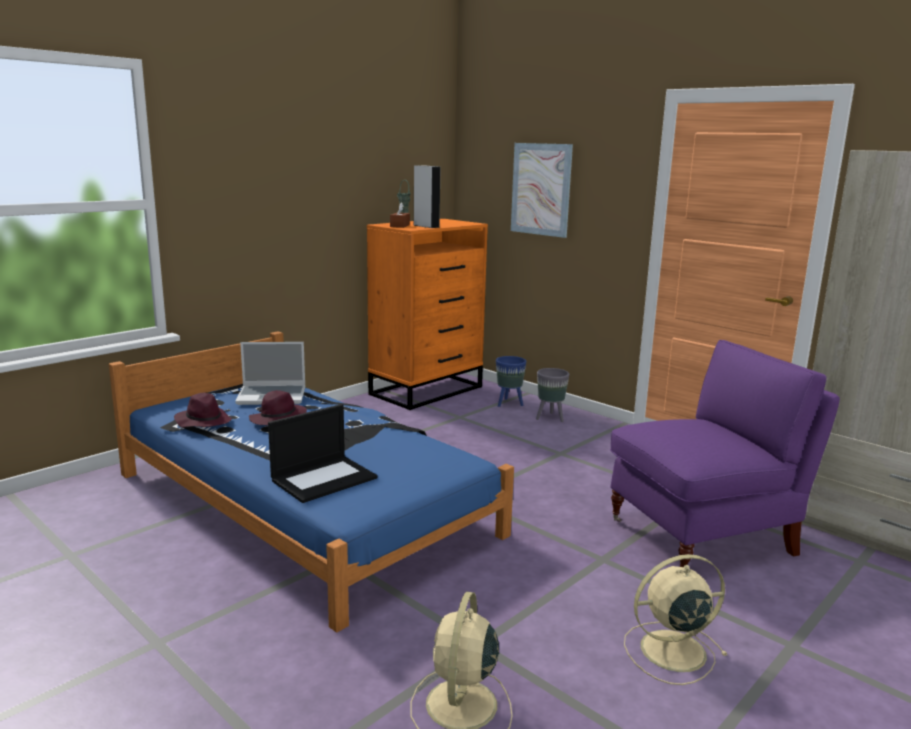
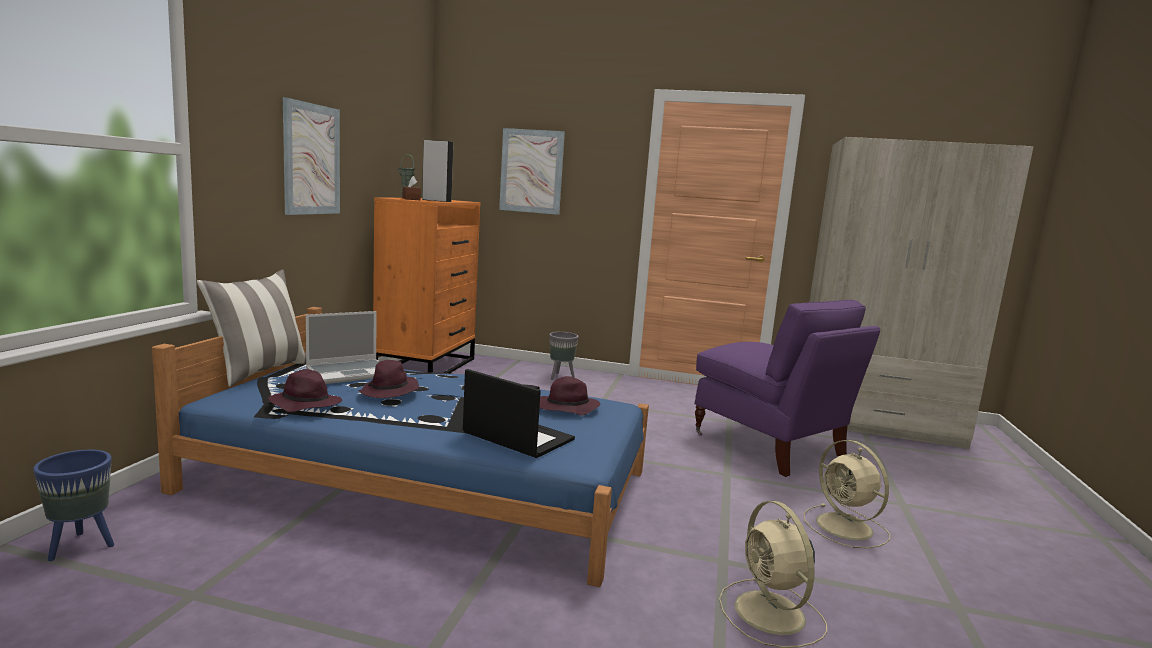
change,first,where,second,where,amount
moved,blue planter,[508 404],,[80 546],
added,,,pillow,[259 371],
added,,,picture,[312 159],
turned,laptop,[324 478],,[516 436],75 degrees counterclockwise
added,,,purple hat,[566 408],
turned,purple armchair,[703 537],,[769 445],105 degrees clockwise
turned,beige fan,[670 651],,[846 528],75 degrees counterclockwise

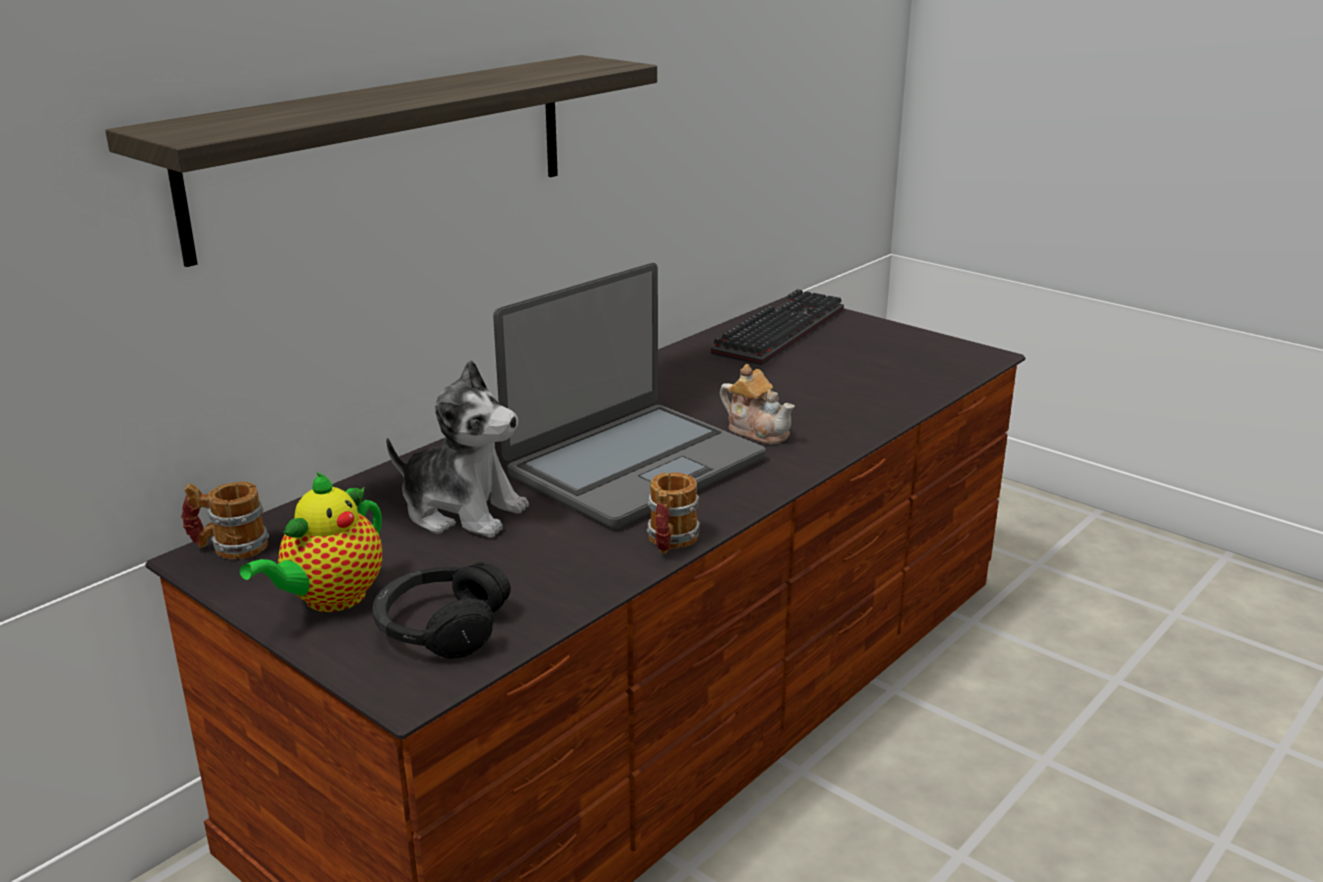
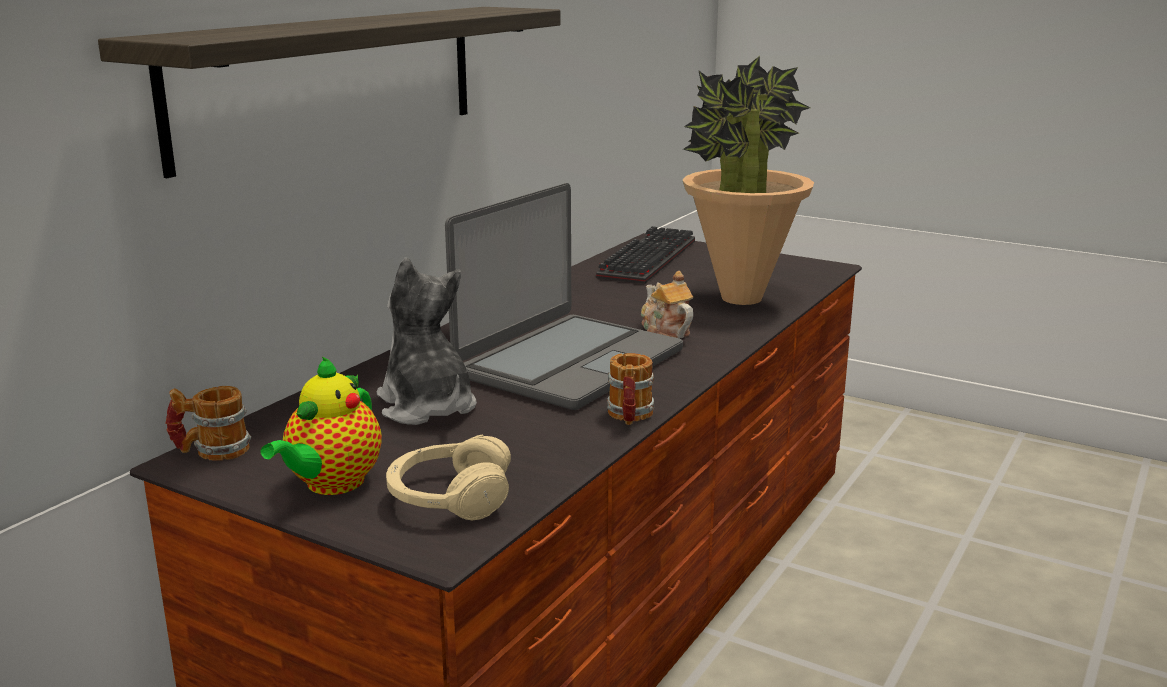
change,first,where,second,where,amount
turned,plush toy,[462 511],,[427 407],135 degrees counterclockwise
recoloured,black headphones,[441 628],beige headphones,[449 498],
turned,teapot,[757 431],,[665 330],150 degrees counterclockwise
added,,,potted plant,[741 299],

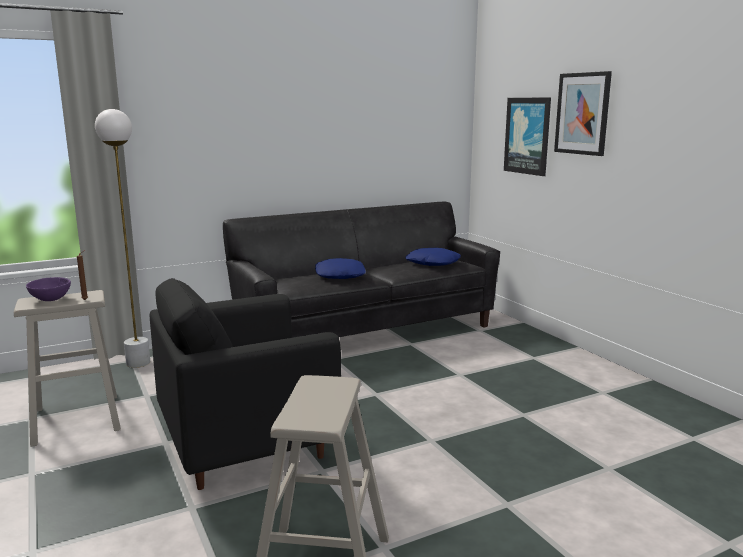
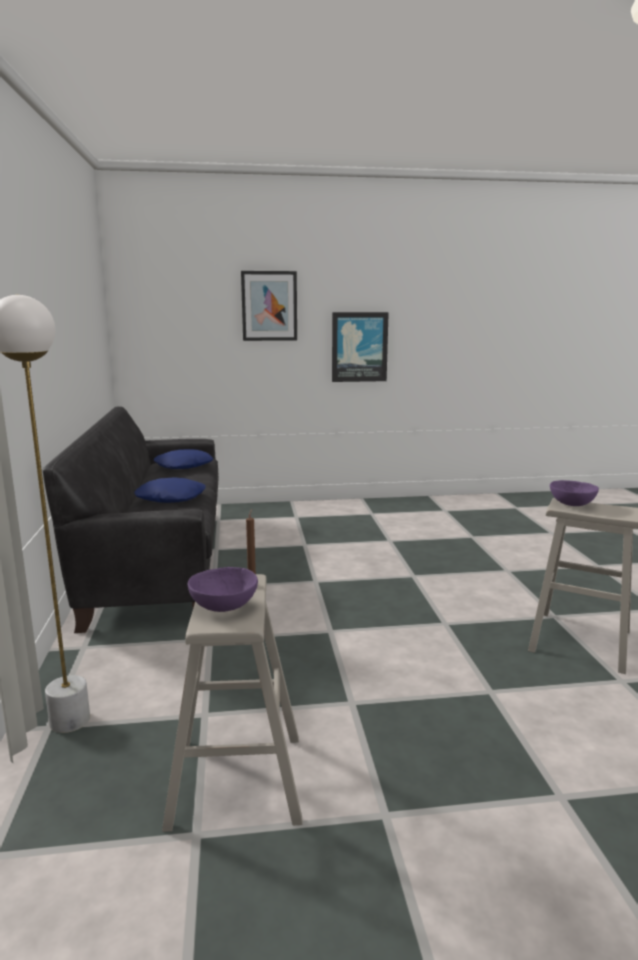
change,first,where,second,where,amount
moved,picture,[527 136],,[359 347],
added,,,purple bowl,[571 504],
removed,black armchair,[246 447],,,

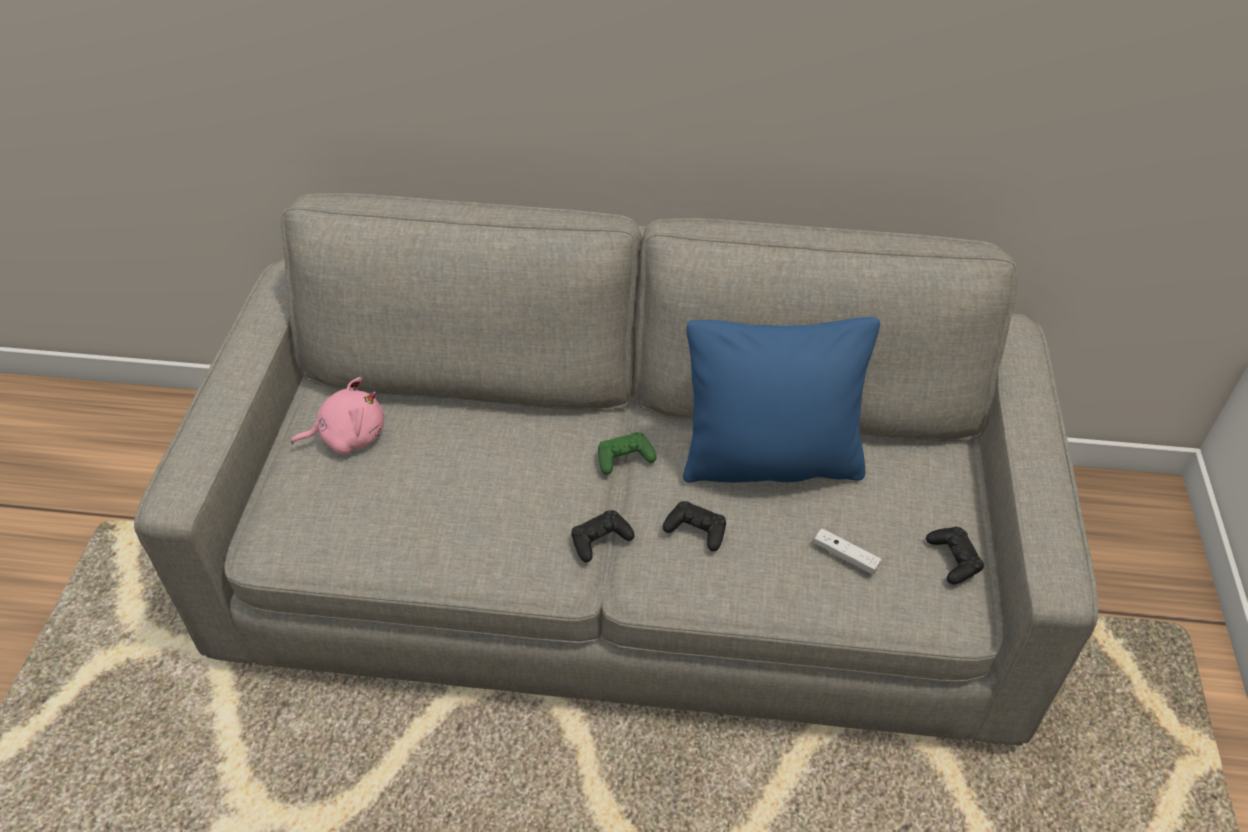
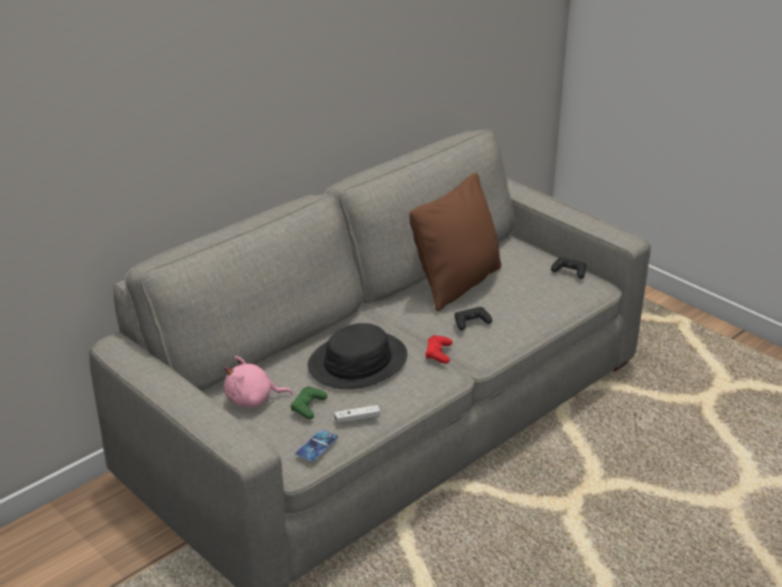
change,first,where,second,where,amount
turned,pink plush toy,[348 436],,[253 400],120 degrees counterclockwise
moved,green game controller,[624 457],,[308 406],
added,,,phone,[317 446],
added,,,black hat,[358 362],
moved,white game controller,[845 556],,[357 418],
recoloured,blue pillow,[770 461],brown pillow,[457 284],
recoloured,black game controller,[600 540],red game controller,[438 353],

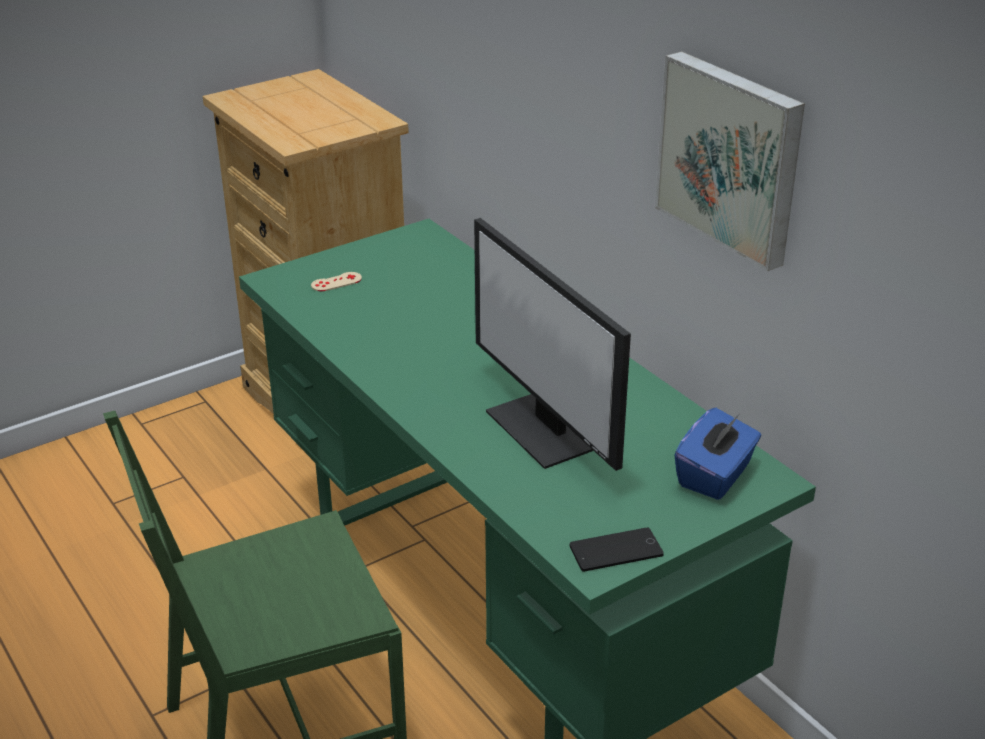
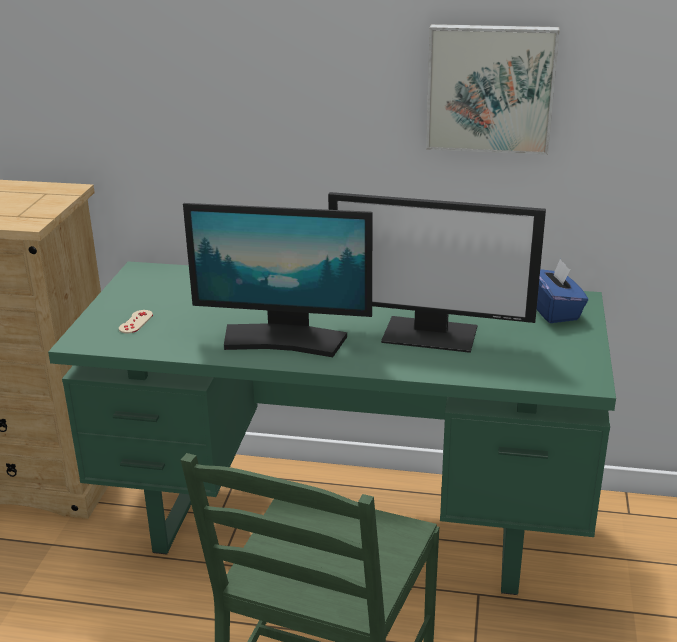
change,first,where,second,where,amount
added,,,monitor,[284 339],
removed,phone,[616 551],,,

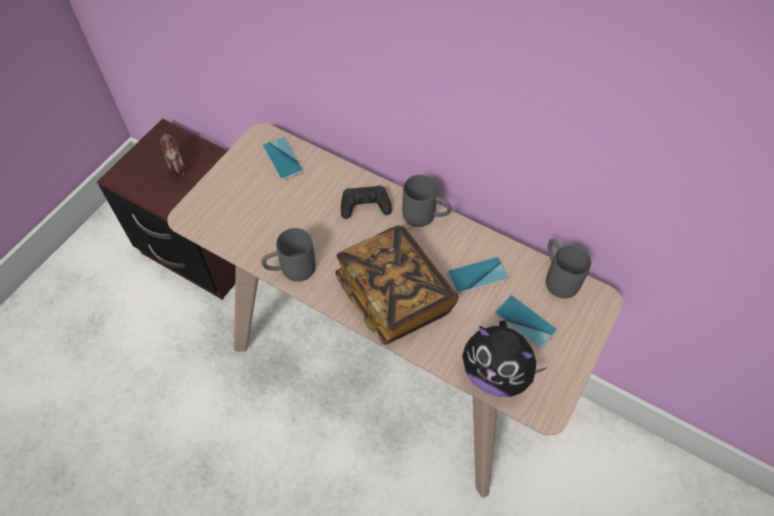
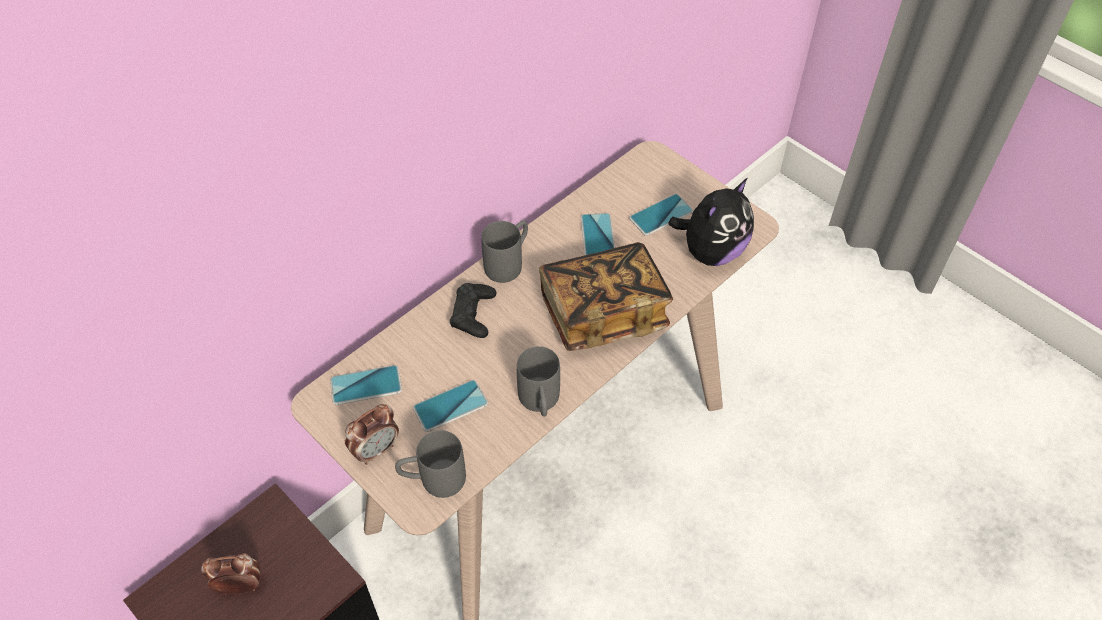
change,first,where,second,where,amount
added,,,alarm clock,[376 450],
moved,grey mug,[557 277],,[433 480],
added,,,phone,[450 406],

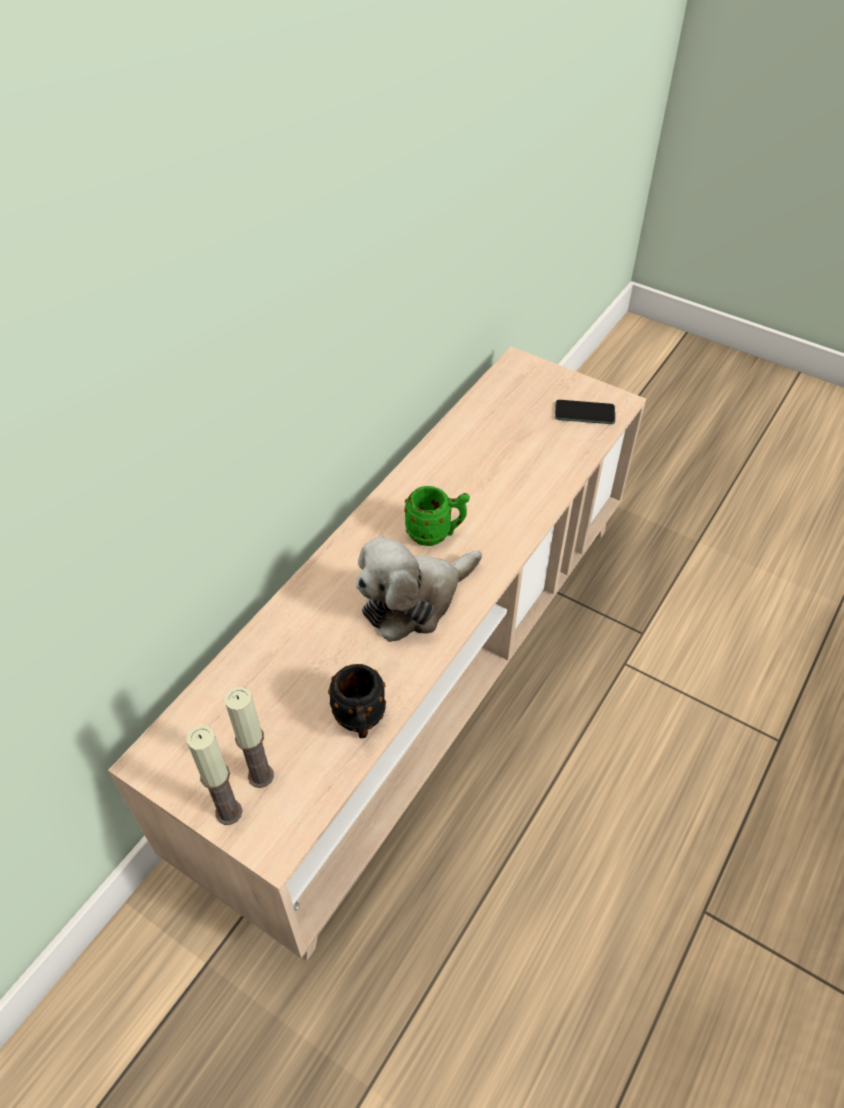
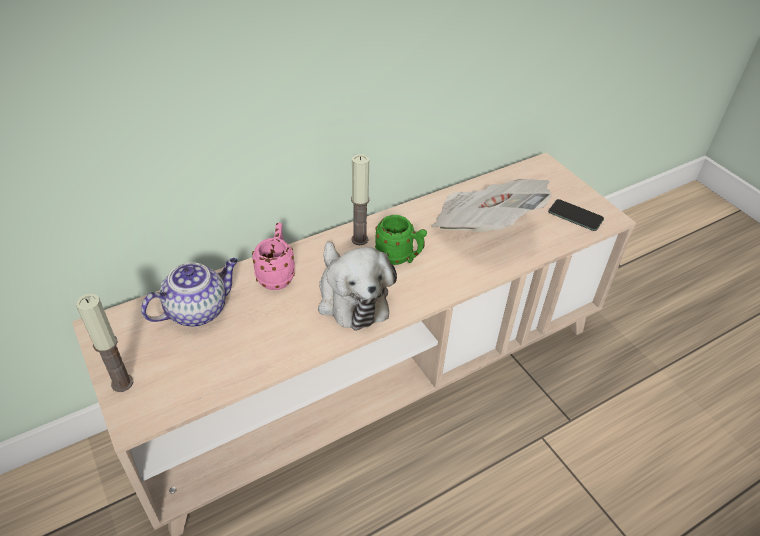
change,first,where,second,where,amount
added,,,teapot,[198 310],
added,,,pink mug,[277 275],
turned,plush toy,[414 600],,[351 296],105 degrees counterclockwise
moved,candle,[261 776],,[359 239],
added,,,newspaper,[483 226],
removed,black mug,[360 722],,,

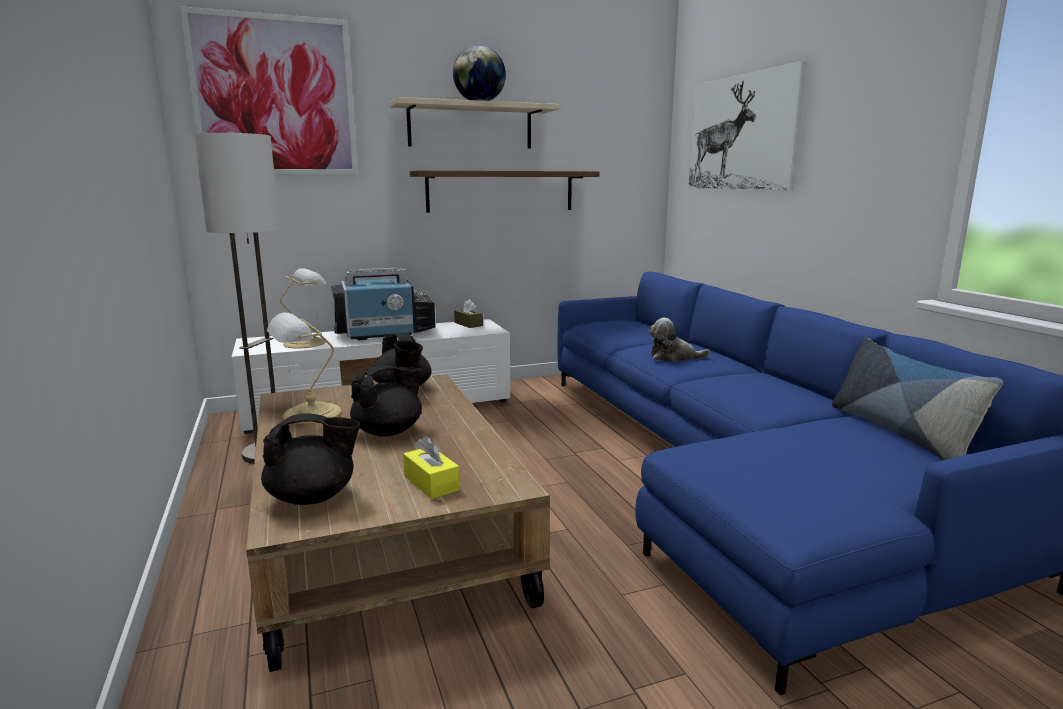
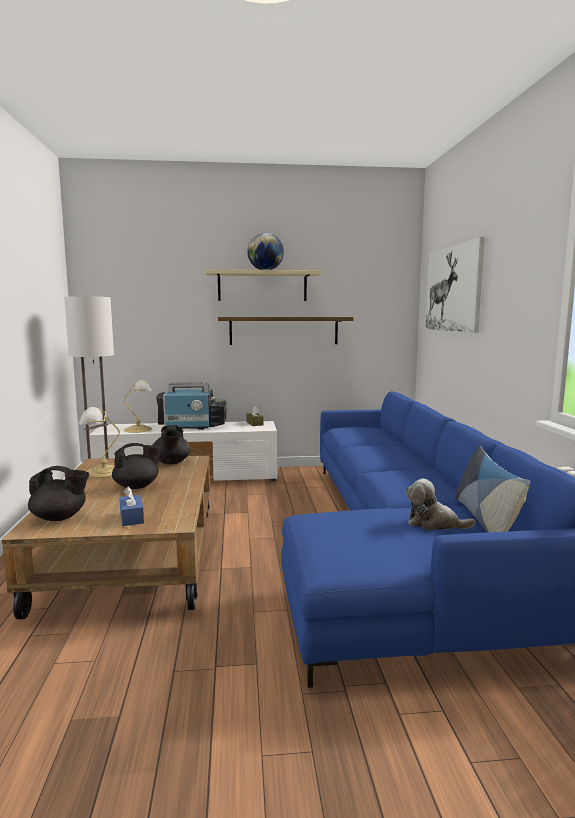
change,first,where,second,where,amount
recoloured,yellow tissue box,[431 483],blue tissue box,[131 517],
moved,plush toy,[673 357],,[434 523],
removed,picture,[275 97],,,

